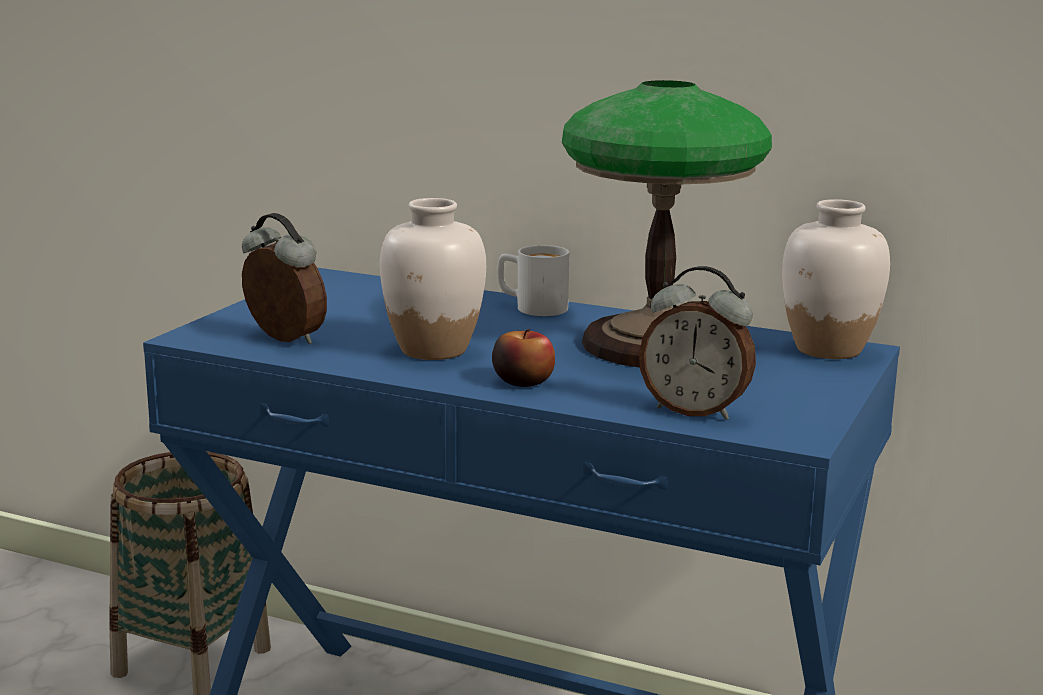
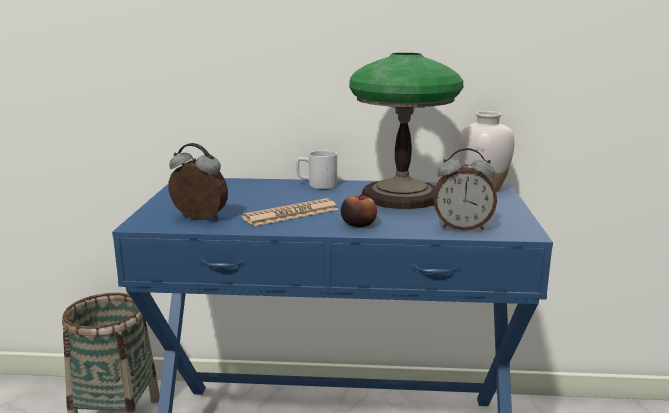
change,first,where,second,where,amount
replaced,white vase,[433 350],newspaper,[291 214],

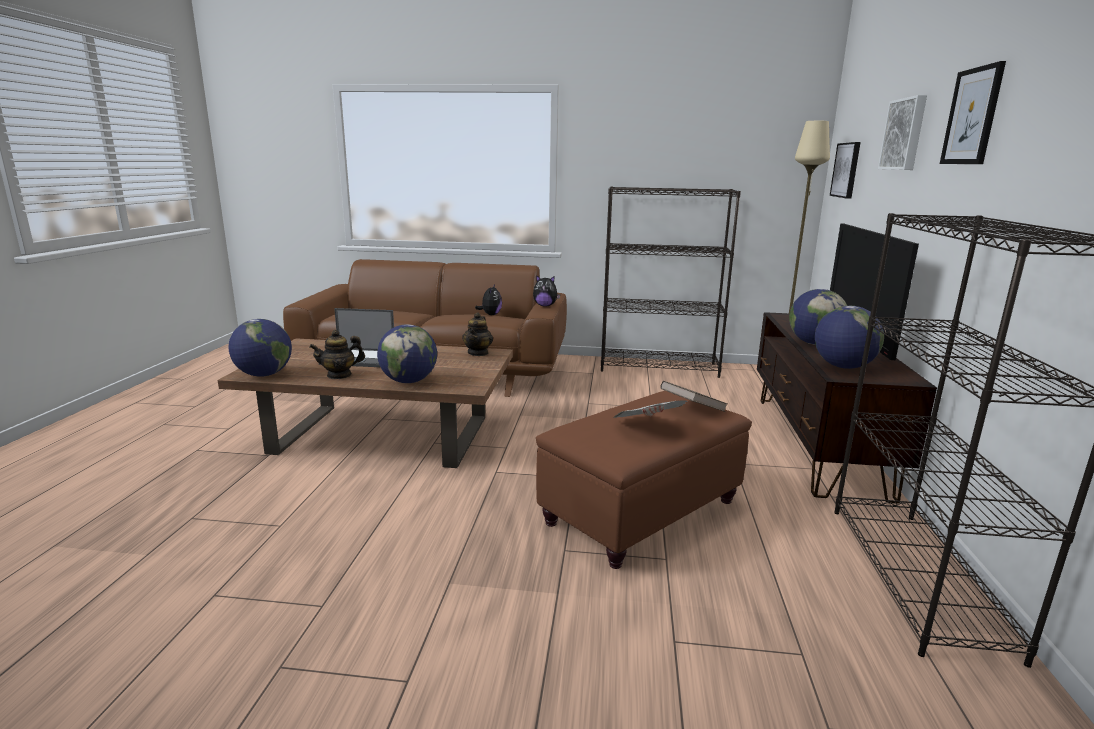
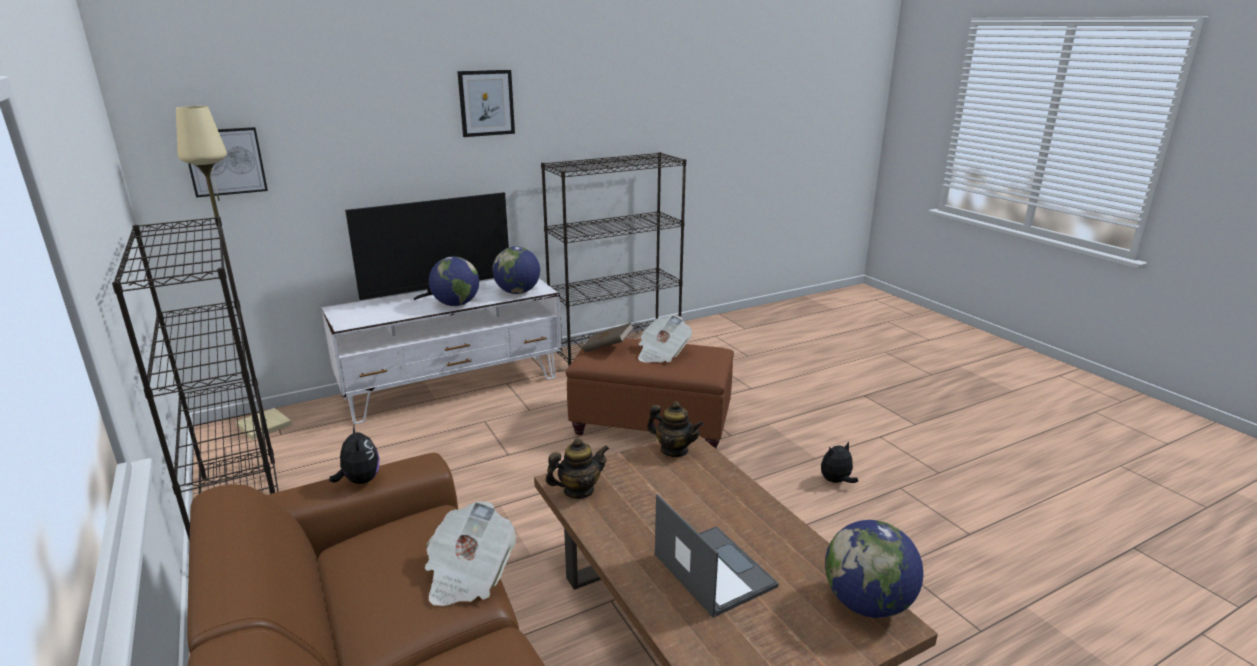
change,first,where,second,where,amount
recoloured,brown tv stand,[816 443],white tv stand,[453 387],
added,,,newspaper,[468 574],
moved,teapot,[339 375],,[674 450],
moved,plush toy,[490 315],,[836 481],
removed,globe,[409 381],,,
removed,picture,[905 134],,,

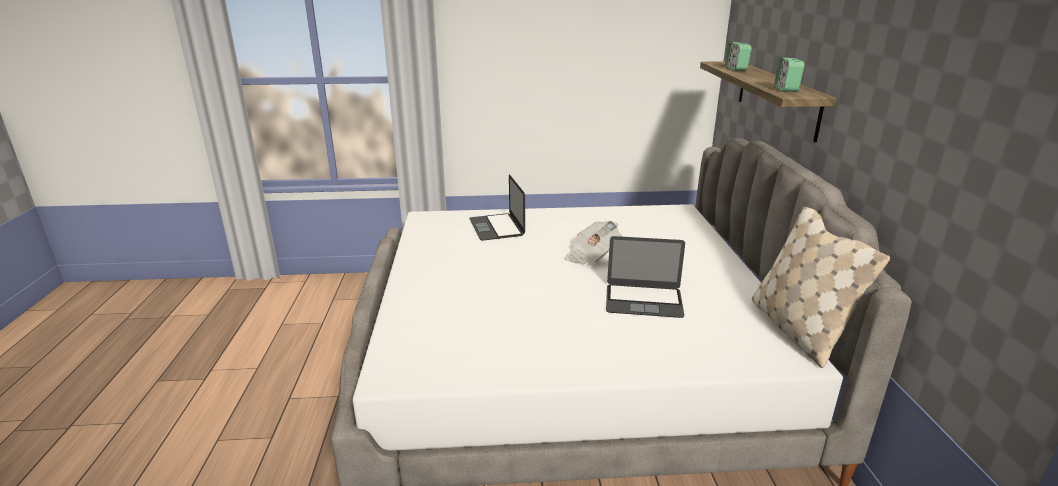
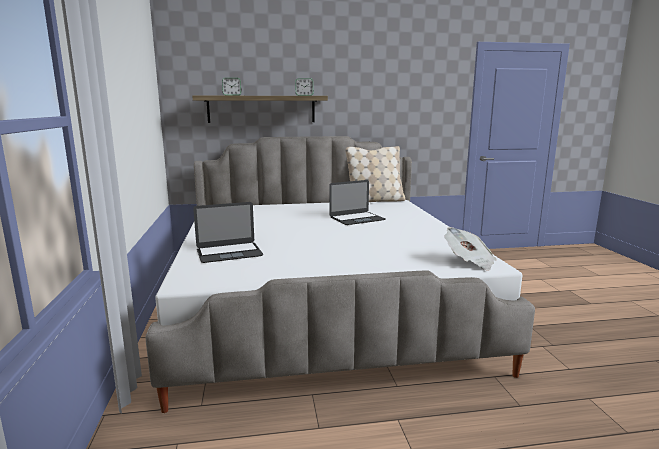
change,first,where,second,where,amount
turned,laptop,[643 300],,[357 218],60 degrees clockwise
moved,newspaper,[591 256],,[469 262],

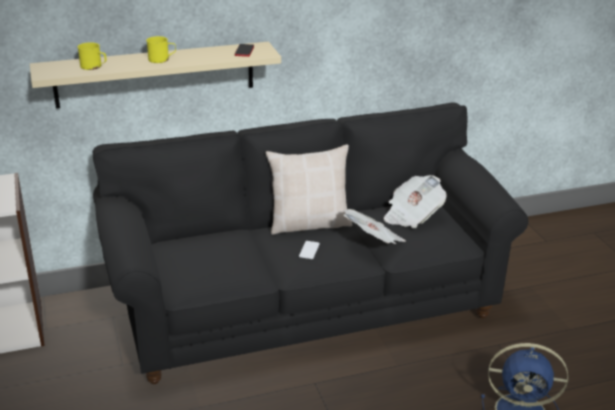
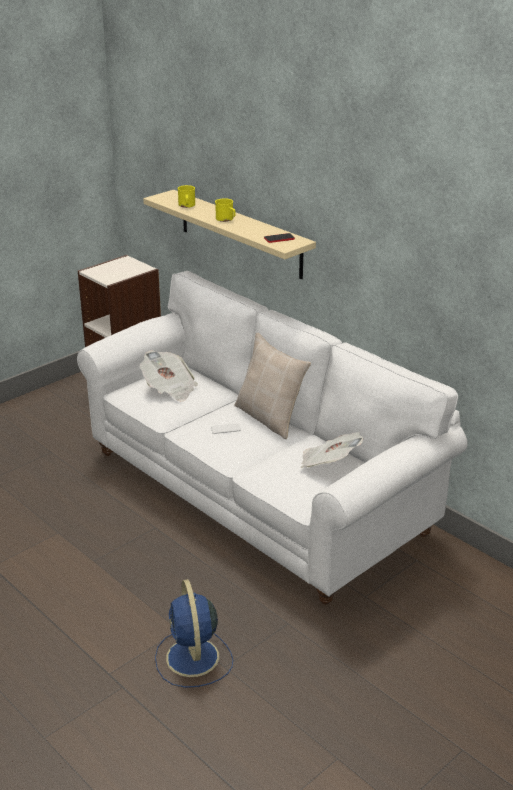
change,first,where,second,where,amount
recoloured,black sofa,[305 305],white sofa,[257 493],
moved,newspaper,[373 241],,[169 389],

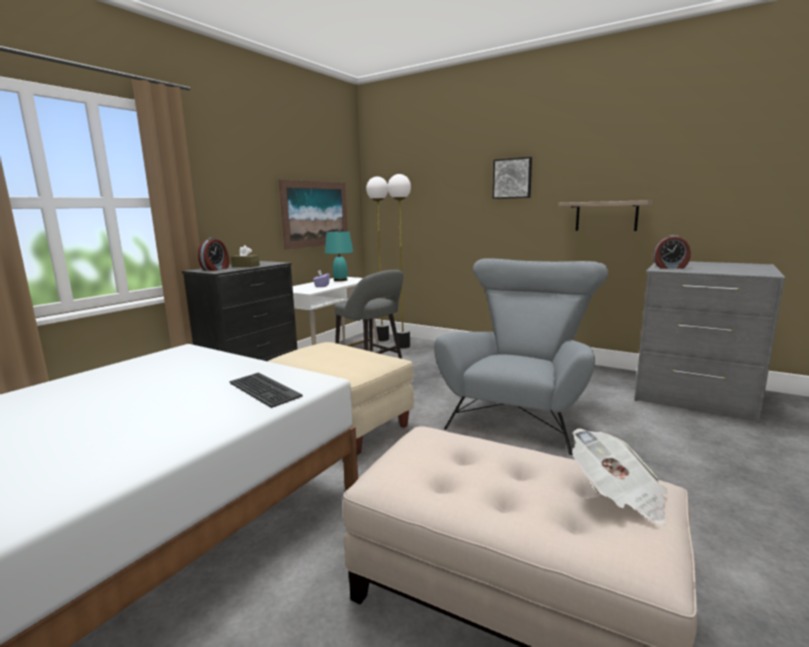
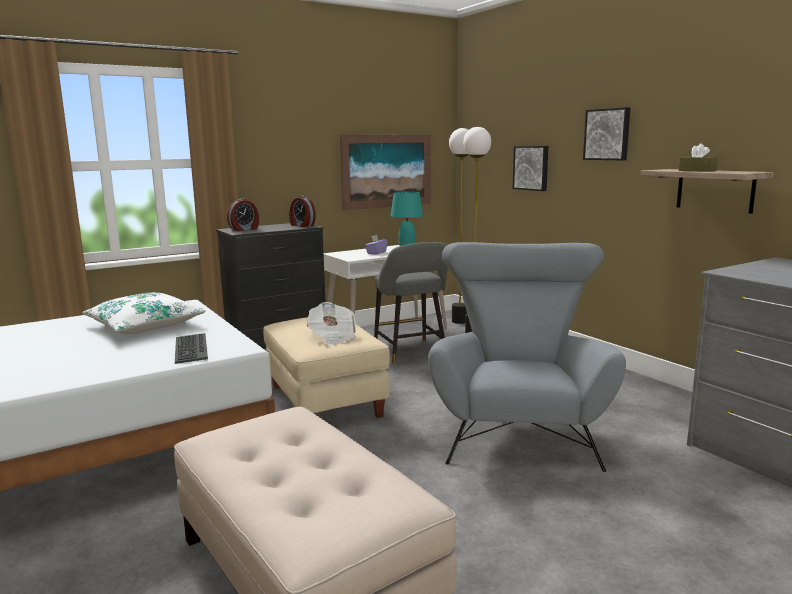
change,first,where,second,where,amount
added,,,white pillow,[145 325],
moved,alarm clock,[670 267],,[302 225],
moved,newspaper,[618 496],,[332 337],
turned,grey armchair,[519 413],,[517 429],45 degrees counterclockwise
added,,,picture,[531 168],
moved,brown tissue box,[245 266],,[697 171],

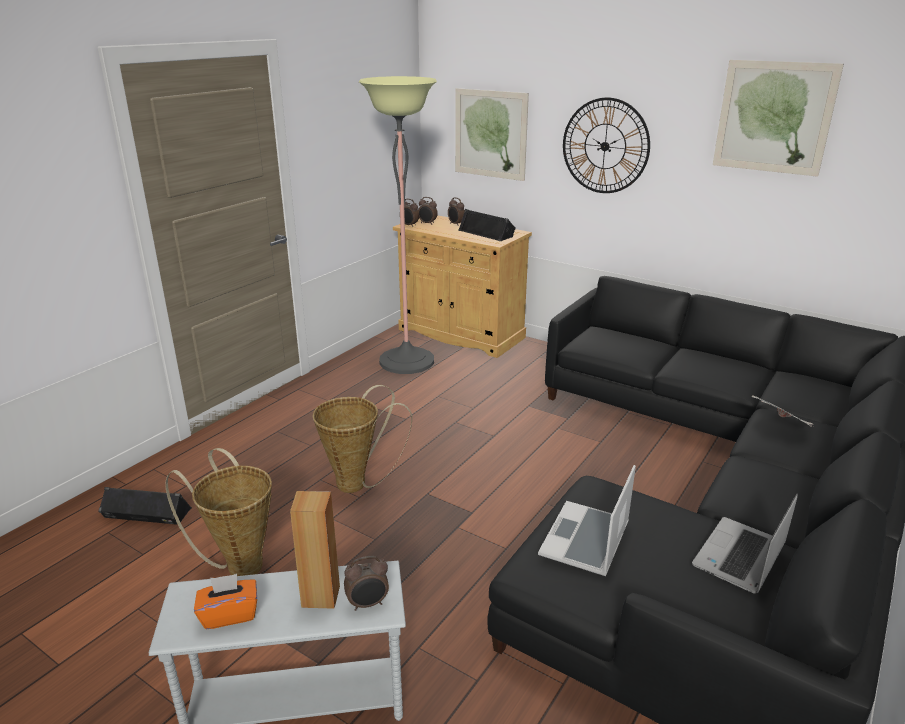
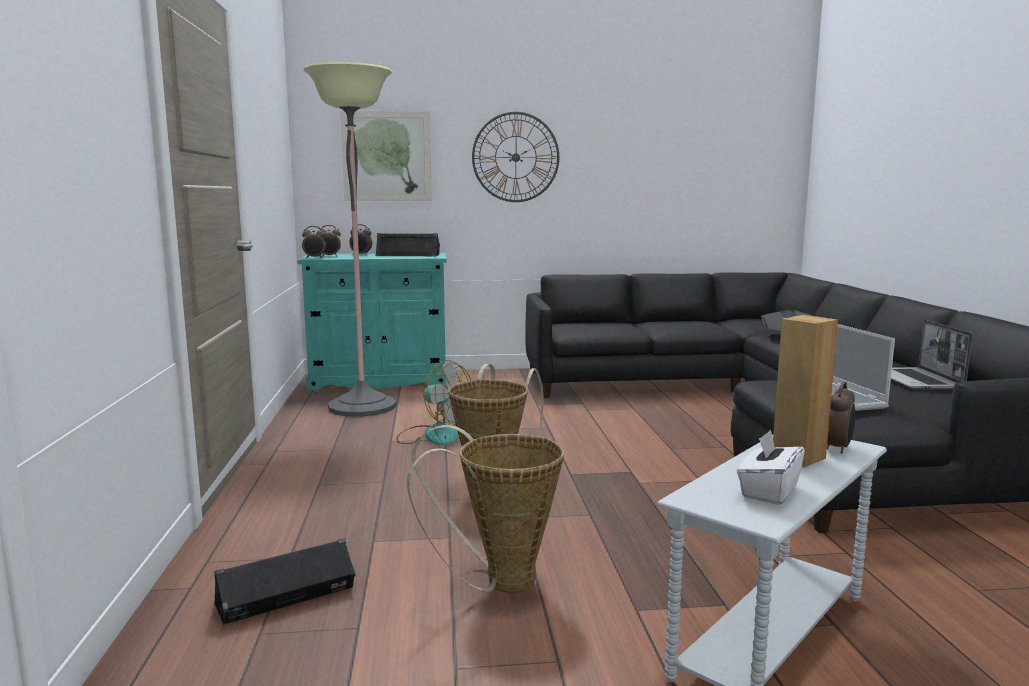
change,first,where,second,where,amount
recoloured,beige cabinet,[461 334],turquoise cabinet,[380 380],
added,,,fan,[433 435],
recoloured,orange tissue box,[229 614],white tissue box,[768 491],
removed,picture,[774 117],,,

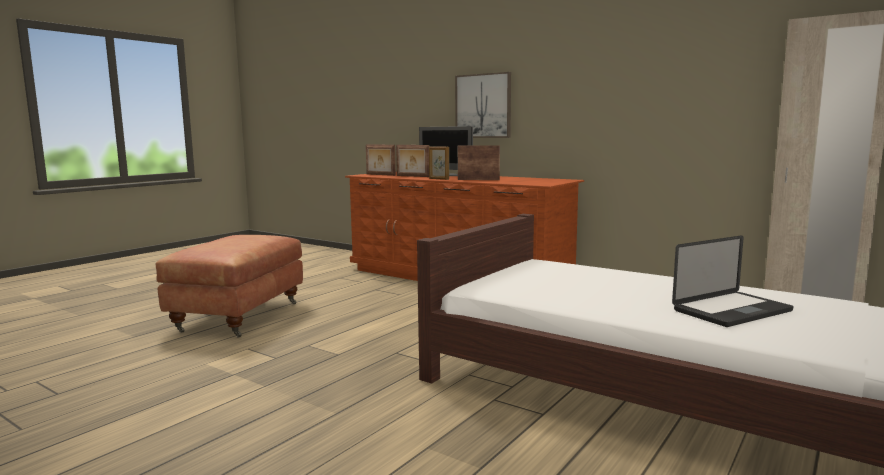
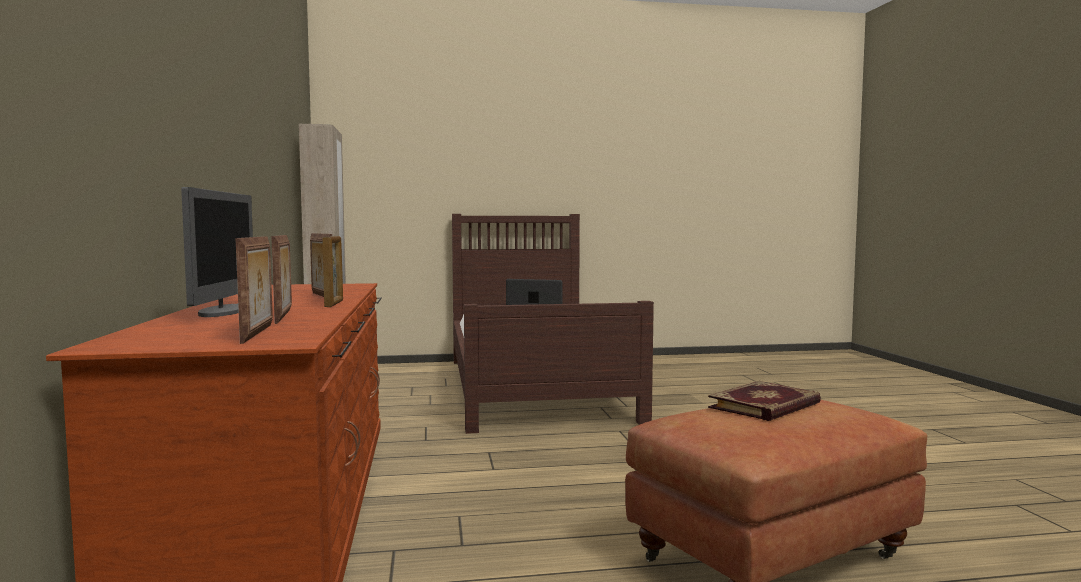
change,first,where,second,where,amount
added,,,book,[766 406],
removed,picture,[483 106],,,

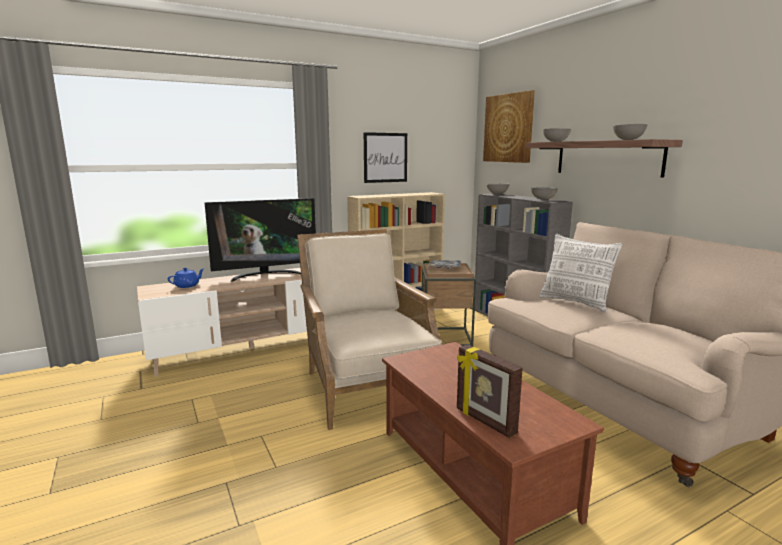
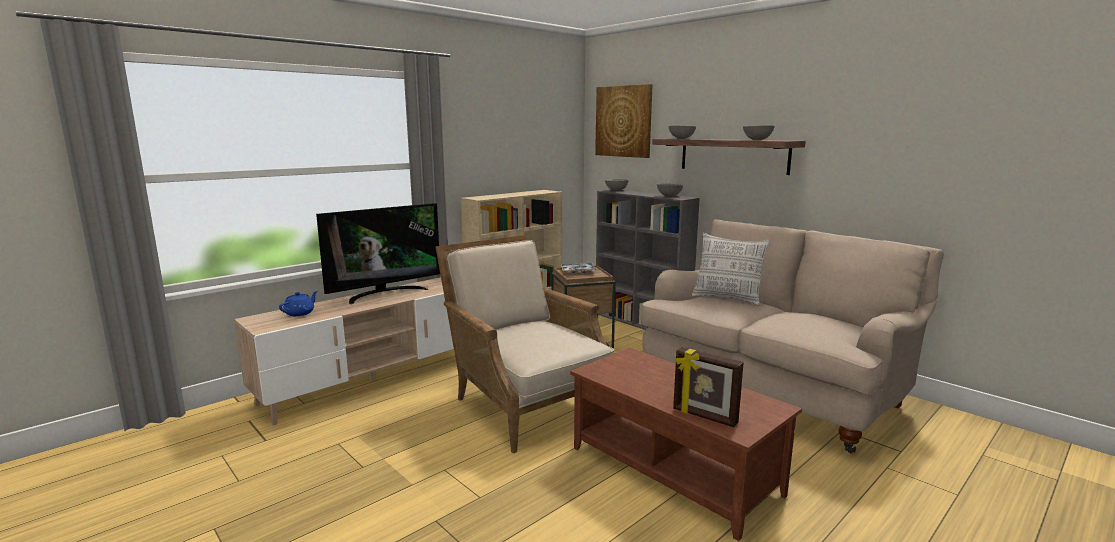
change,first,where,second,where,amount
removed,picture,[385 157],,,

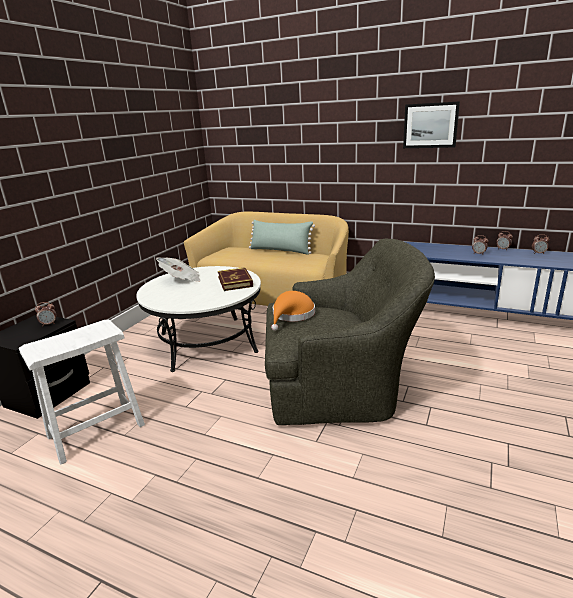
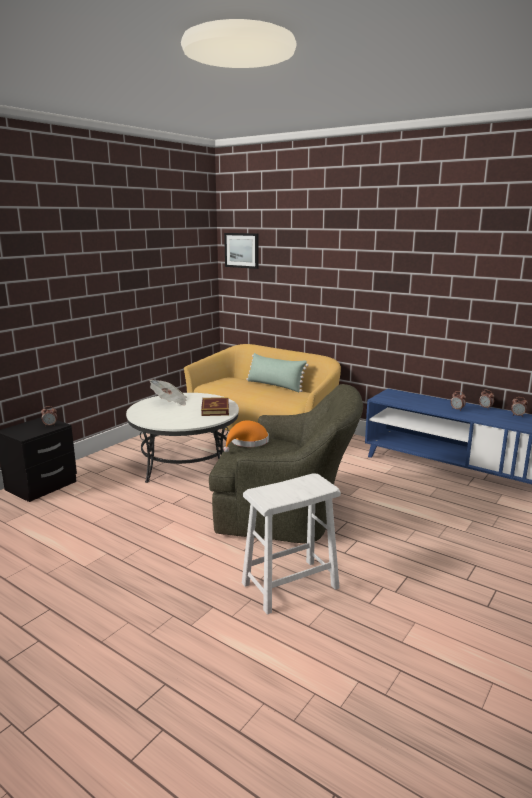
change,first,where,second,where,amount
moved,picture,[430 125],,[242 250],
moved,white stool,[96 430],,[290 586],

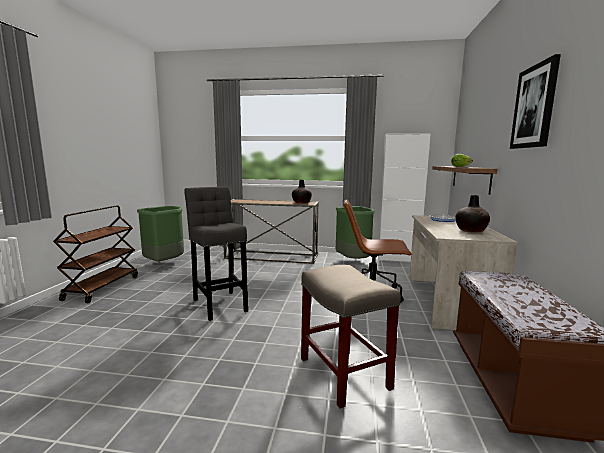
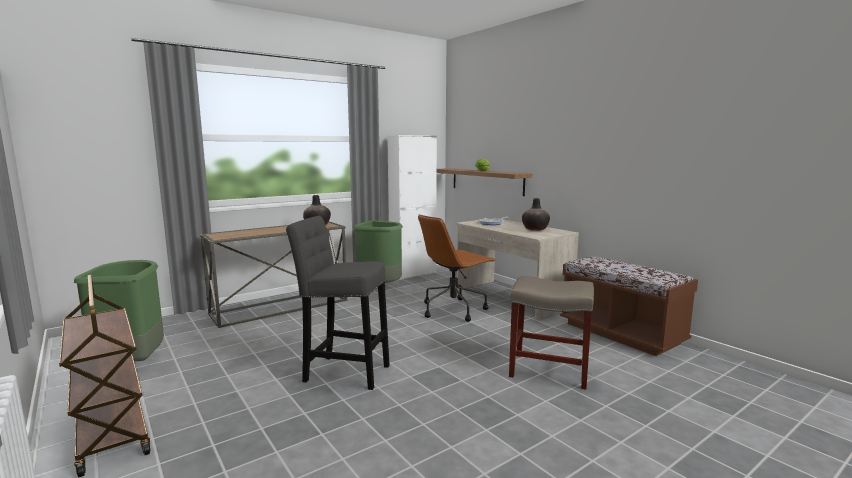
change,first,where,second,where,amount
removed,picture,[534 107],,,

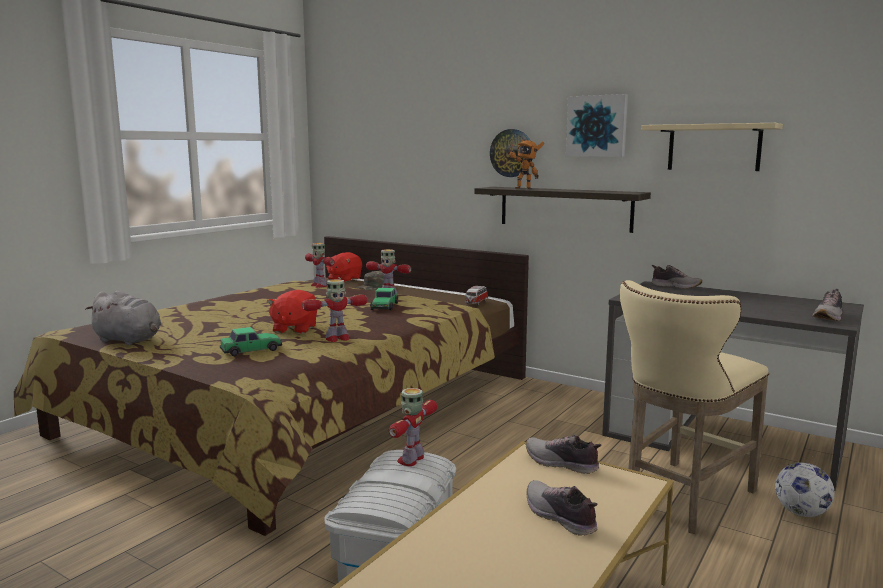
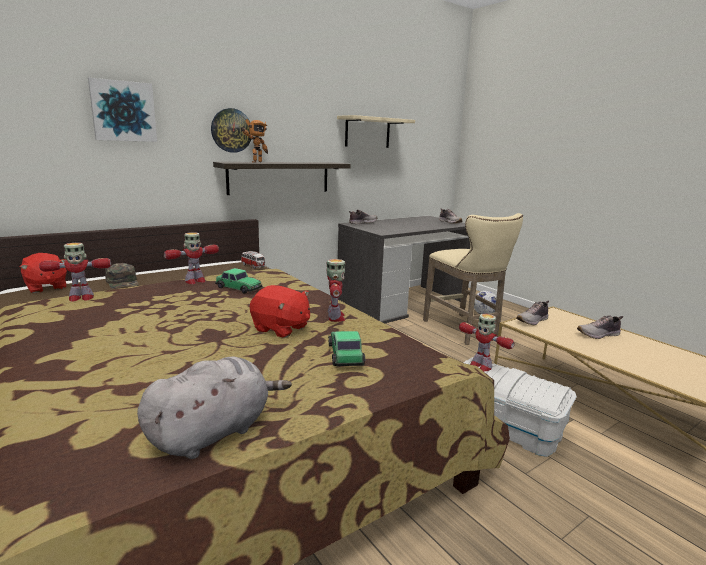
change,first,where,second,where,amount
moved,picture,[597 126],,[123 111],

